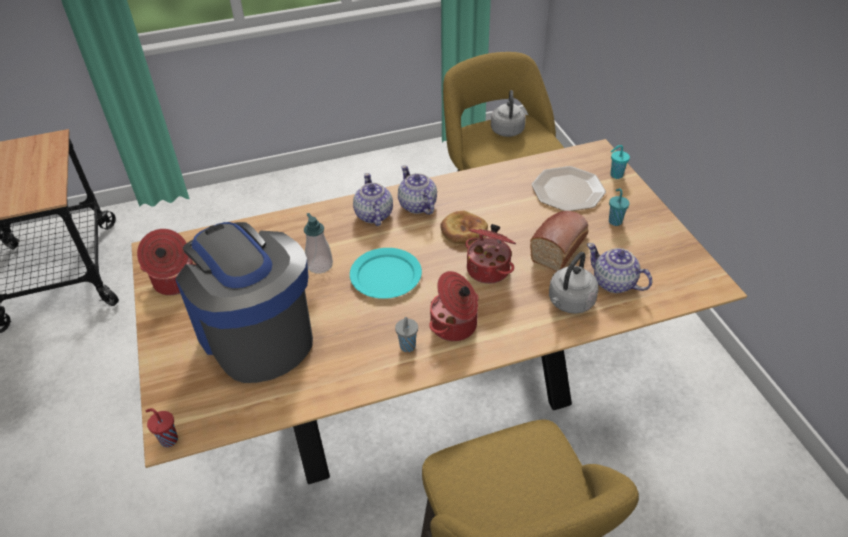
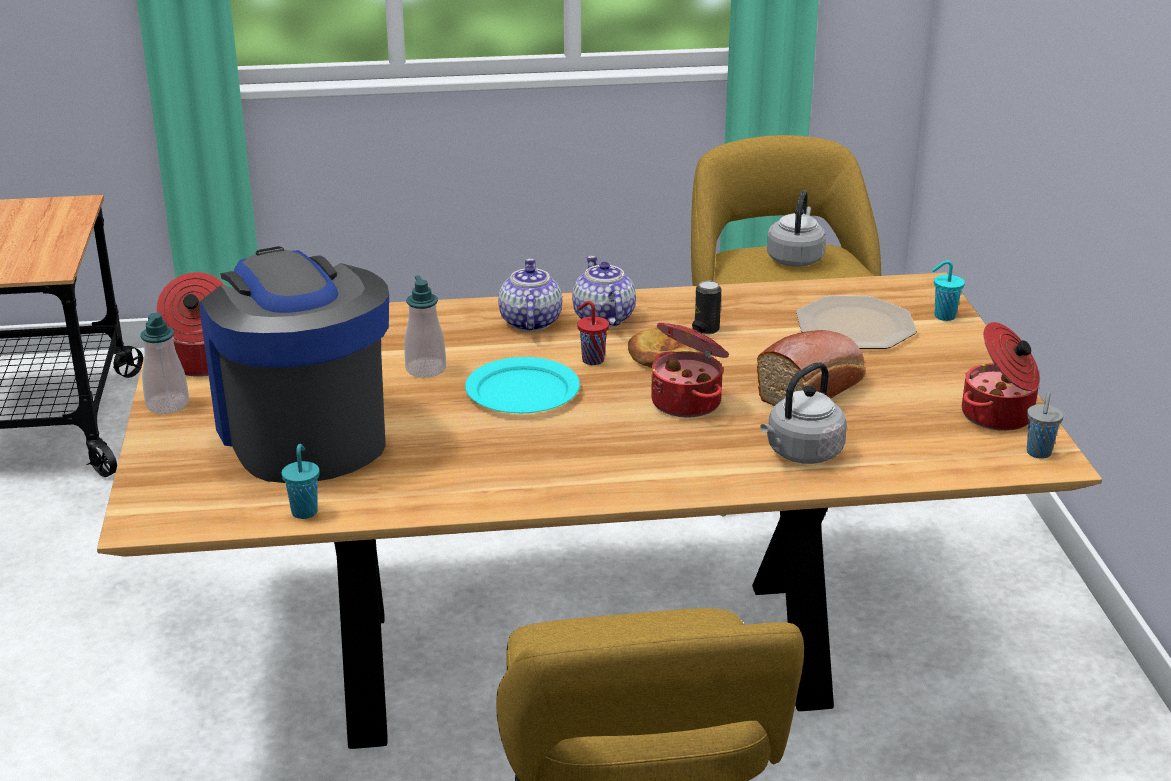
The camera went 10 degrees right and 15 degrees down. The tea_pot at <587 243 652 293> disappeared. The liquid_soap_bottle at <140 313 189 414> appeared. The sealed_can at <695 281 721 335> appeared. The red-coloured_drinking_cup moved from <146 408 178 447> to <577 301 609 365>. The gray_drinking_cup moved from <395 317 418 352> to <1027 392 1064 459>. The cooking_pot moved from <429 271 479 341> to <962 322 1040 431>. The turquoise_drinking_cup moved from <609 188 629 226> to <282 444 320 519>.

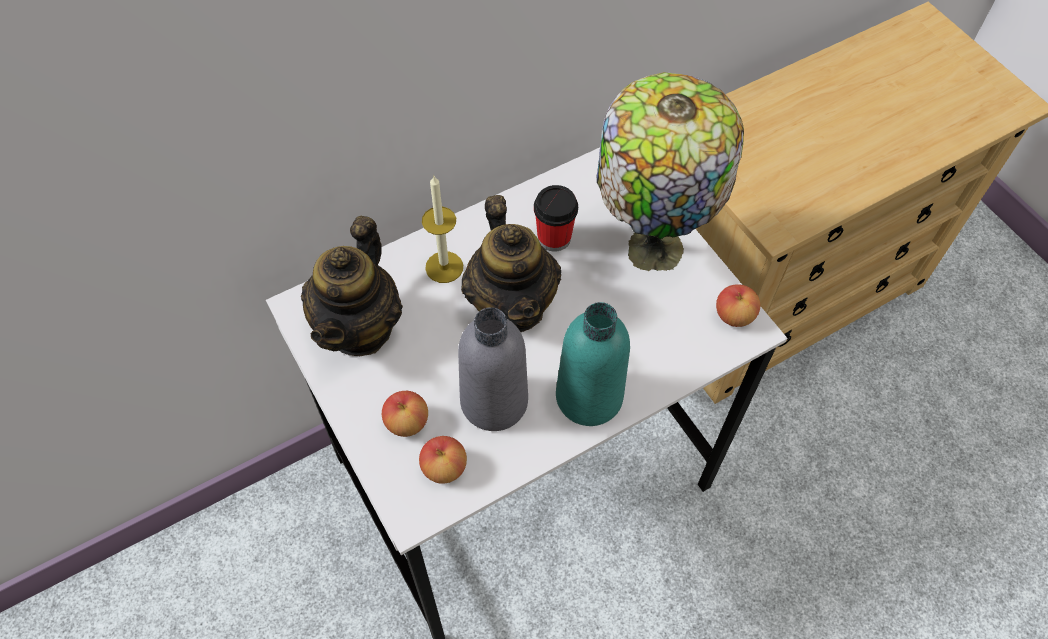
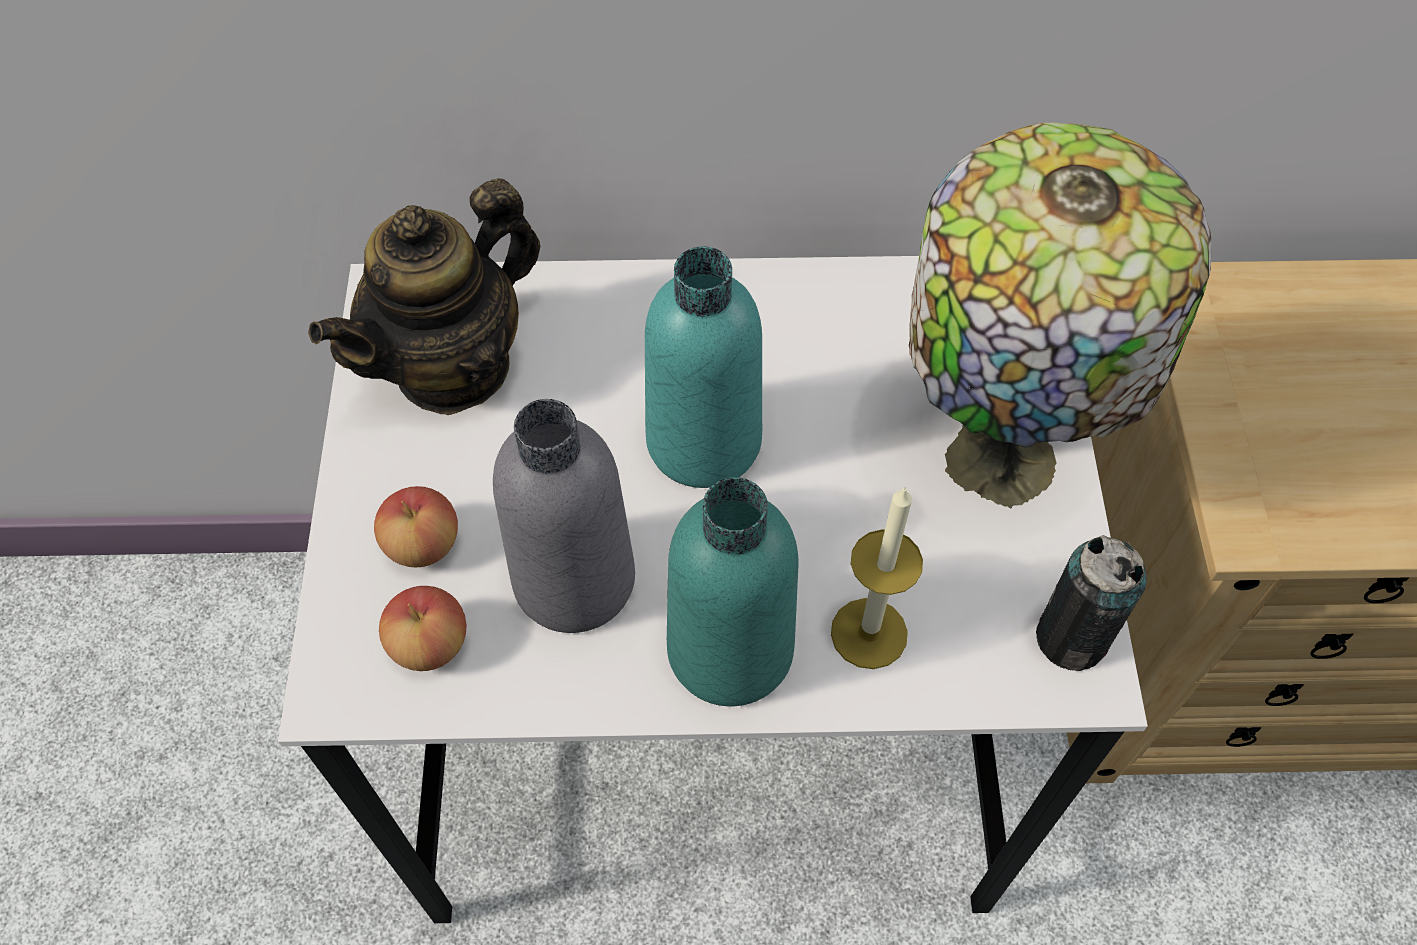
The camera went 30 degrees right and 0 degrees up. The drinking_cup at <534 185 578 252> disappeared. The candle moved from <422 176 463 283> to <831 486 923 669>. The tea_pot at <461 195 561 332> was replaced by the turquoise_beverage_bottle at <645 246 762 488>. The whole_apple at <716 284 760 327> was replaced by the sealed_can at <1036 535 1147 671>.

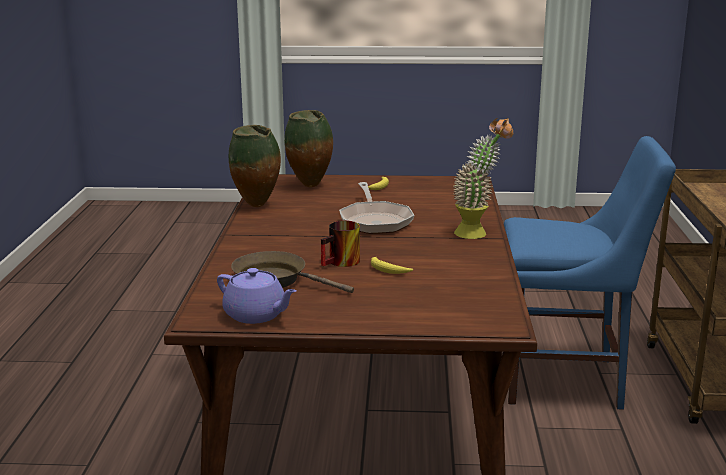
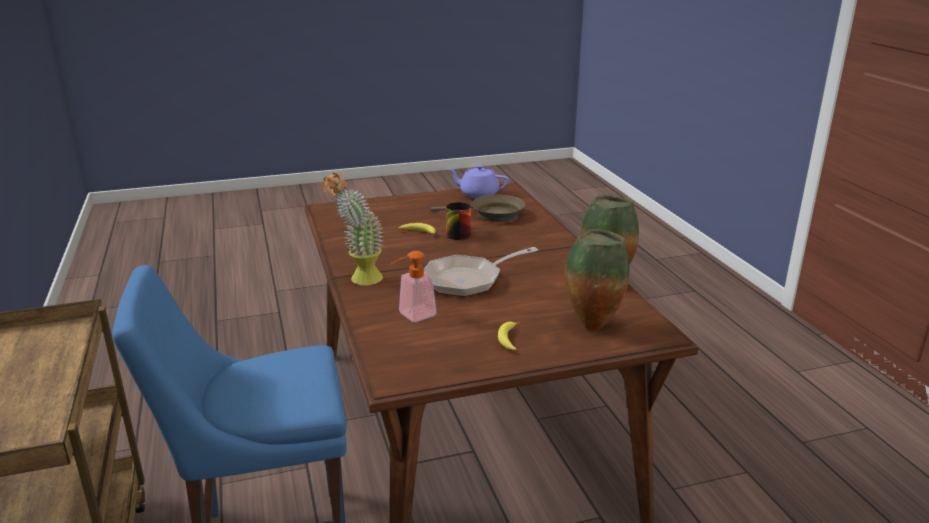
The camera went 160 degrees right and 5 degrees up. The liquid_soap_bottle at <391 251 437 322> appeared. The skillet at <339 182 414 234> turned 90 degrees counterclockwise.

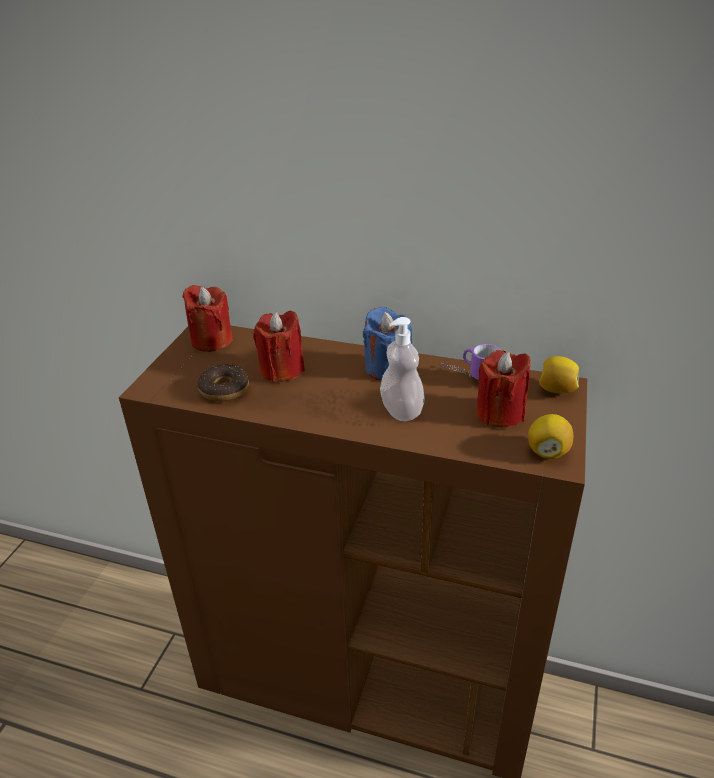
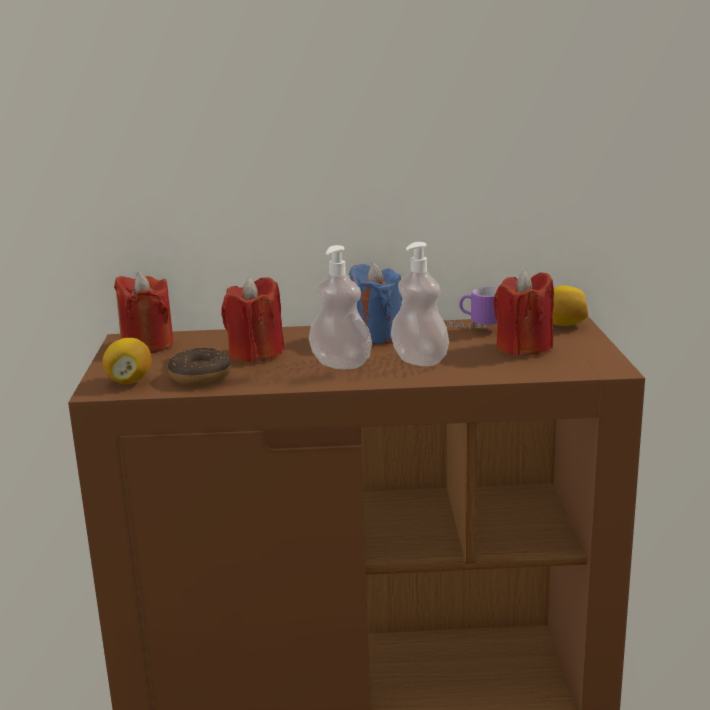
The camera went 20 degrees left and 15 degrees down. The liquid_soap_bottle at <309 245 372 369> appeared. The whole_lemon moved from <528 414 573 459> to <102 338 152 384>.

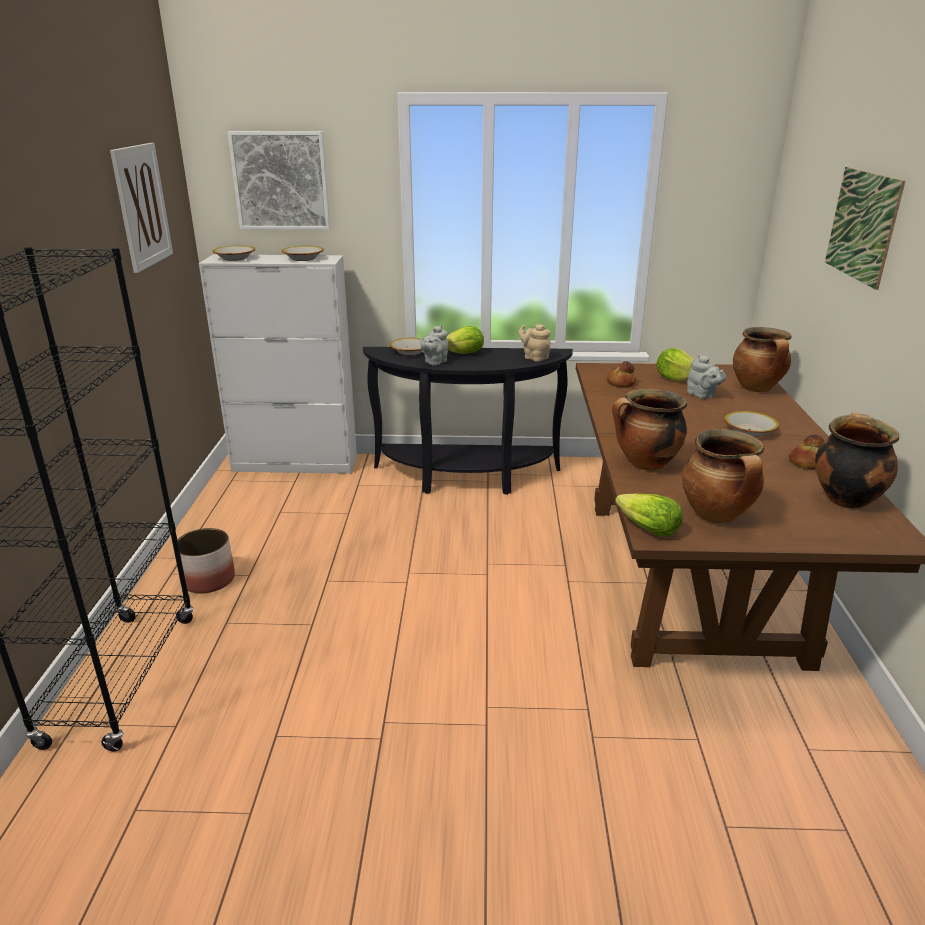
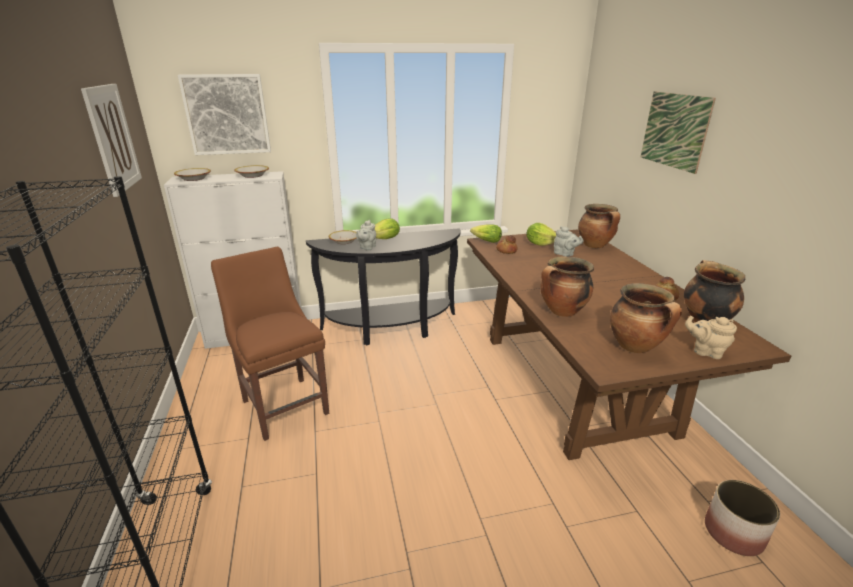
The camera went 15 degrees left and 0 degrees up. The deep_dish at <724 411 779 437> disappeared. The brownish_upright_chair at <211 247 329 441> appeared. The plant_pot moved from <177 528 235 594> to <705 480 780 556>. The sand-coloured_tea_pot moved from <518 324 550 362> to <685 316 737 359>. The head_of_lettuce moved from <615 494 683 536> to <470 224 502 243>.

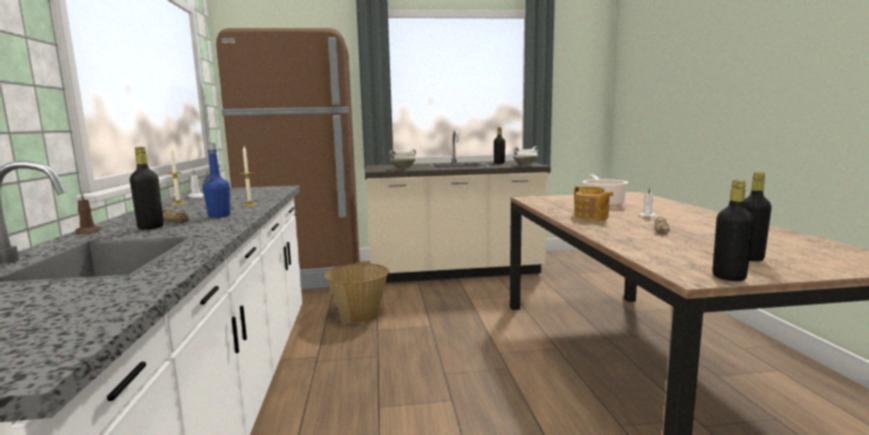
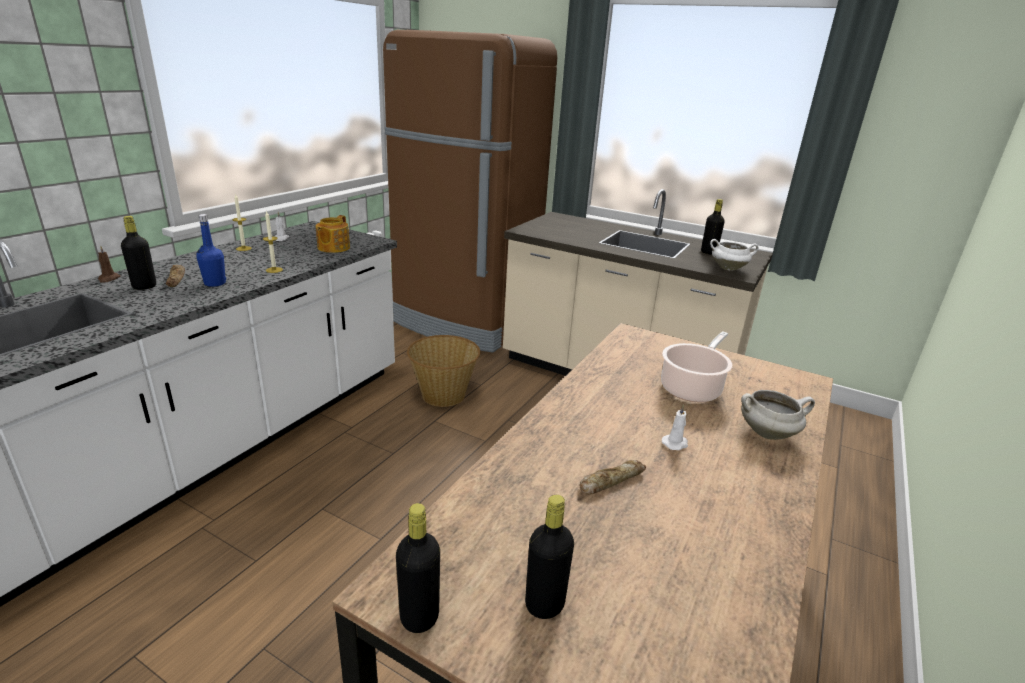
The camera went 35 degrees right and 15 degrees up. The whitish_cooking_pot moved from <390 149 416 169> to <741 390 815 440>. The tea_pot moved from <574 186 613 221> to <316 215 350 253>.

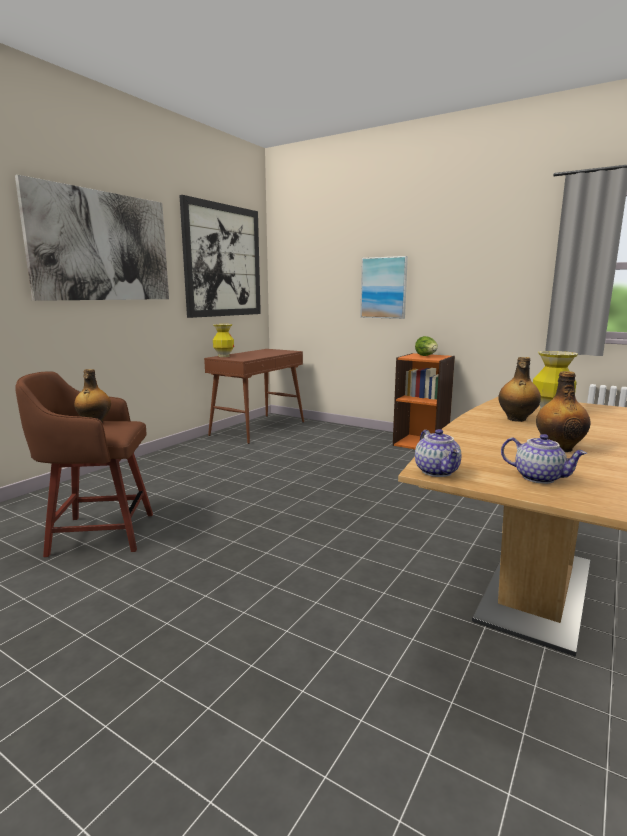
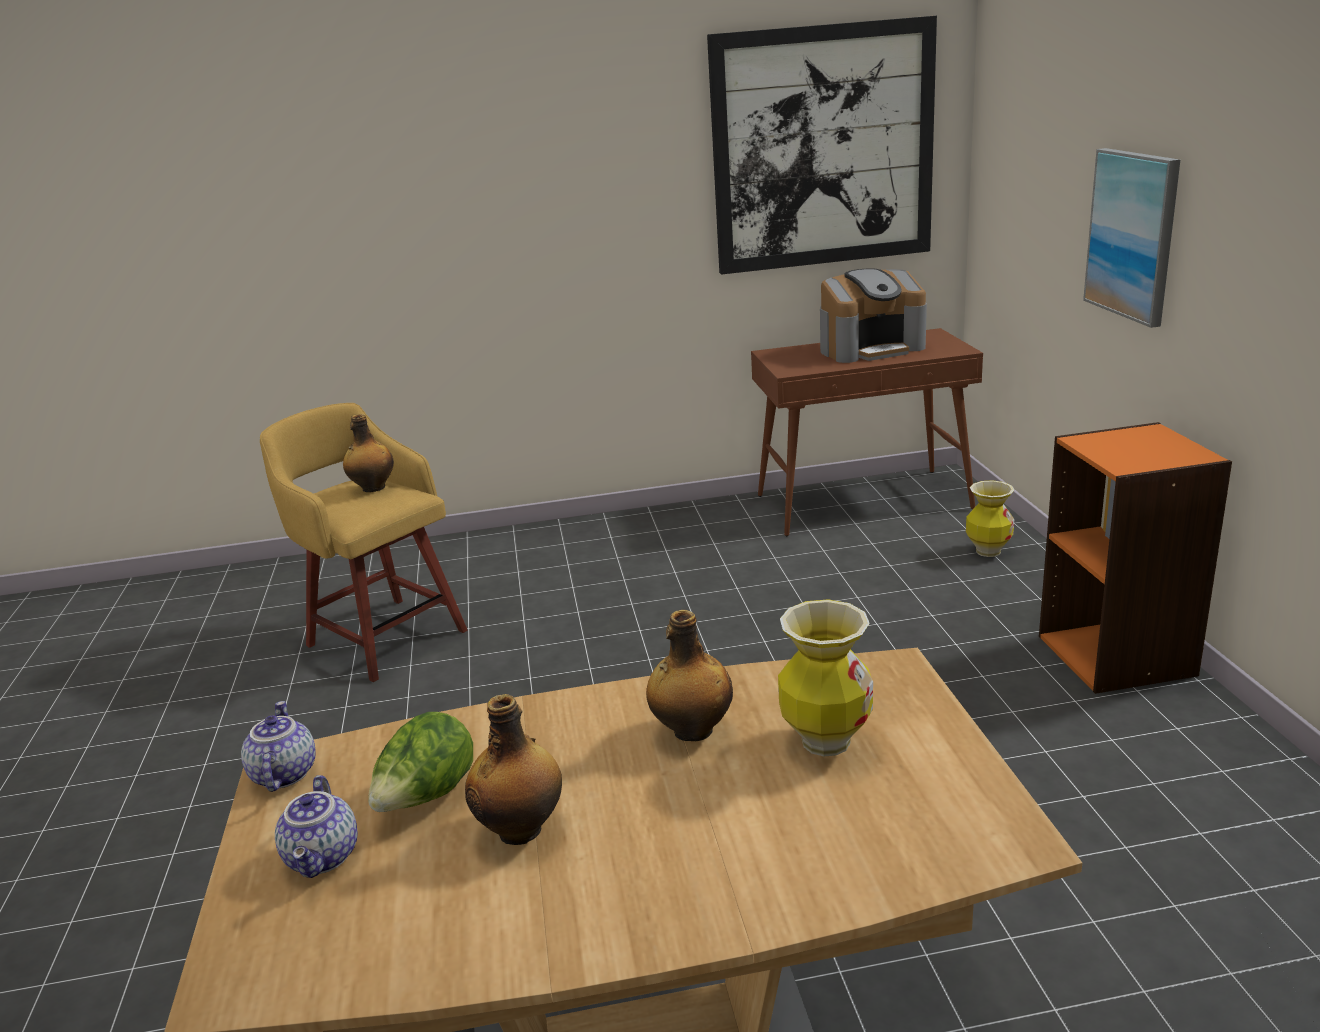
The camera went 50 degrees right and 10 degrees up. The wall_art at <15 175 169 301> disappeared. The coffee_brewer at <820 268 927 363> appeared. The flower_vase moved from <213 324 234 357> to <966 480 1014 557>. The head_of_lettuce moved from <415 336 438 356> to <368 712 473 812>. The brownish_stool at <16 371 153 557> became the yellow-coloured_stool at <260 403 468 682>. The tea_pot at <415 429 461 477> turned 135 degrees clockwise.

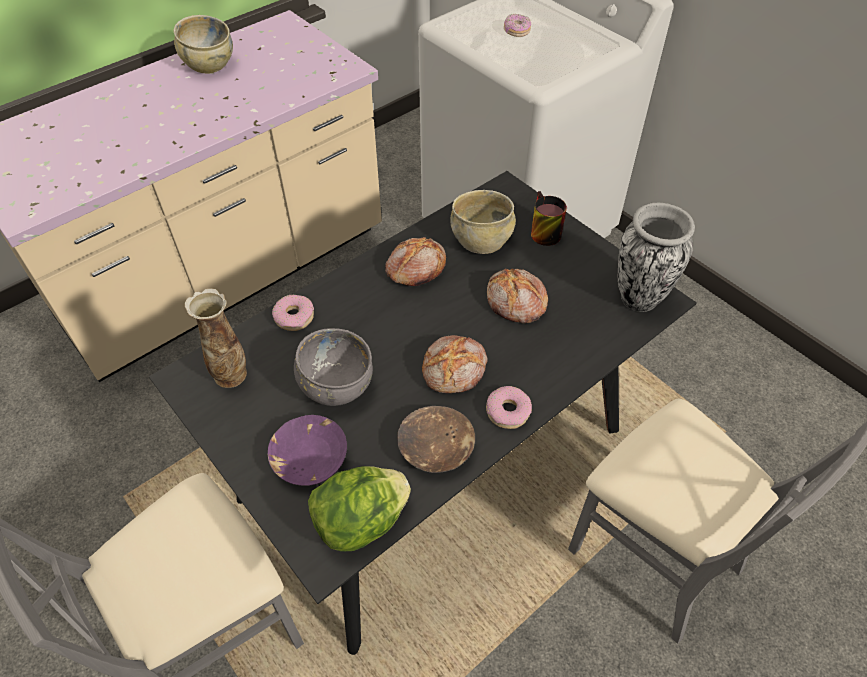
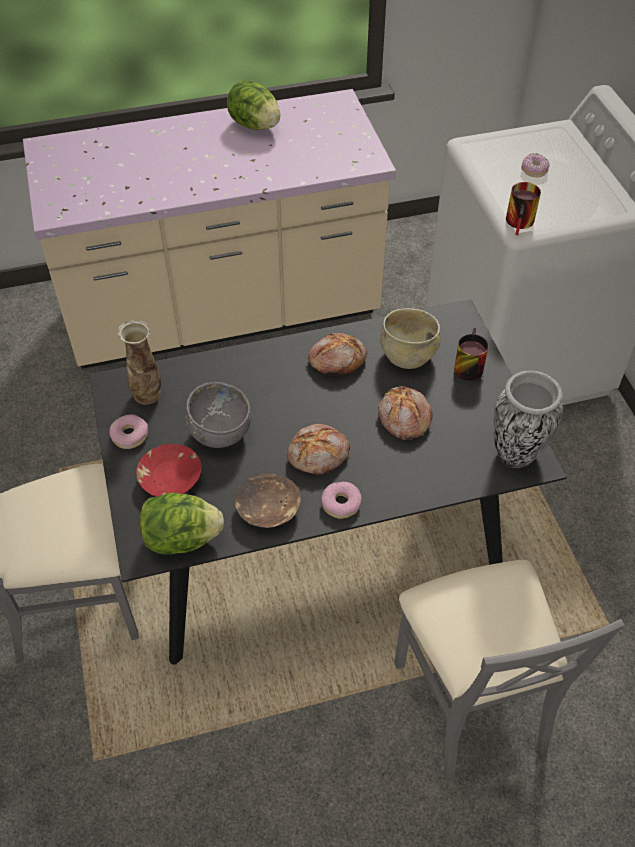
The camera went 25 degrees right and 0 degrees up. The mug at <506 182 541 235> appeared. The doughnut moved from <272 295 314 331> to <109 414 148 449>. The sand-coloured_deep_dish at <174 15 233 74> was replaced by the head_of_lettuce at <227 80 280 130>. The purplish_deep_dish at <268 415 347 486> became the red-coloured_deep_dish at <136 444 201 497>.

